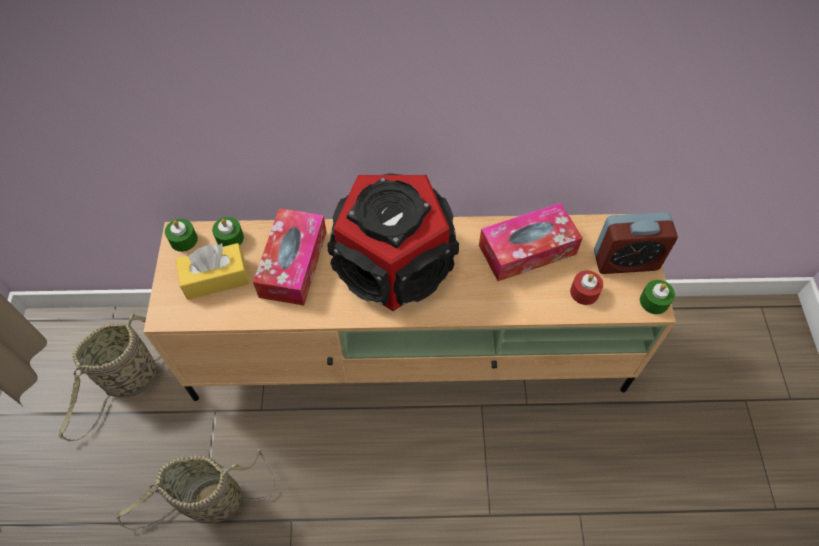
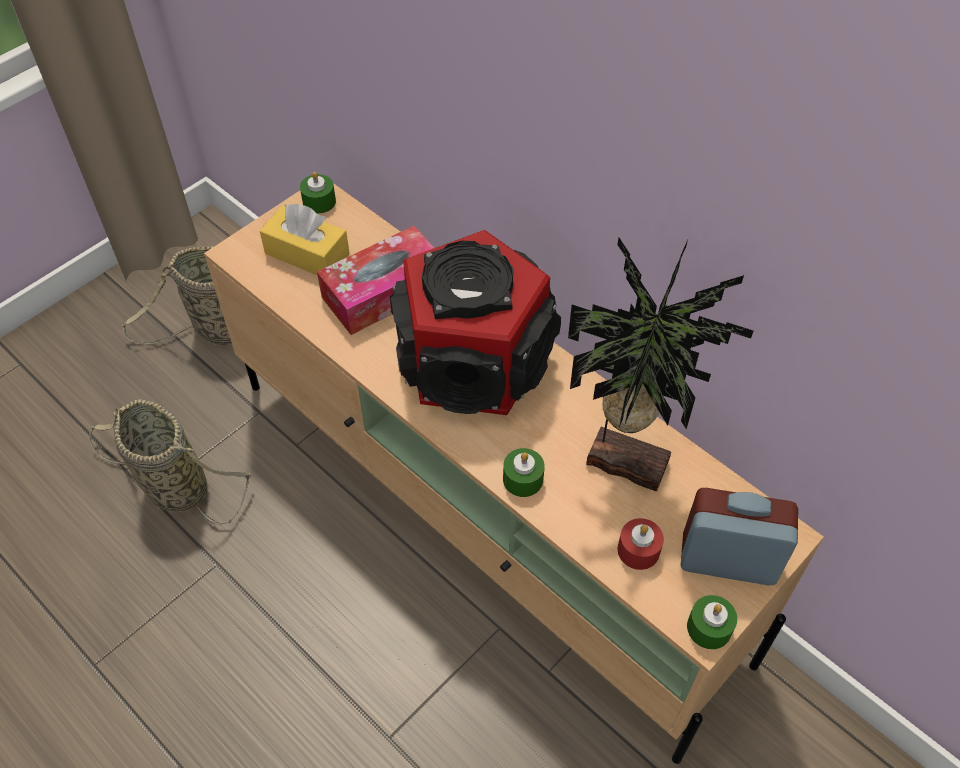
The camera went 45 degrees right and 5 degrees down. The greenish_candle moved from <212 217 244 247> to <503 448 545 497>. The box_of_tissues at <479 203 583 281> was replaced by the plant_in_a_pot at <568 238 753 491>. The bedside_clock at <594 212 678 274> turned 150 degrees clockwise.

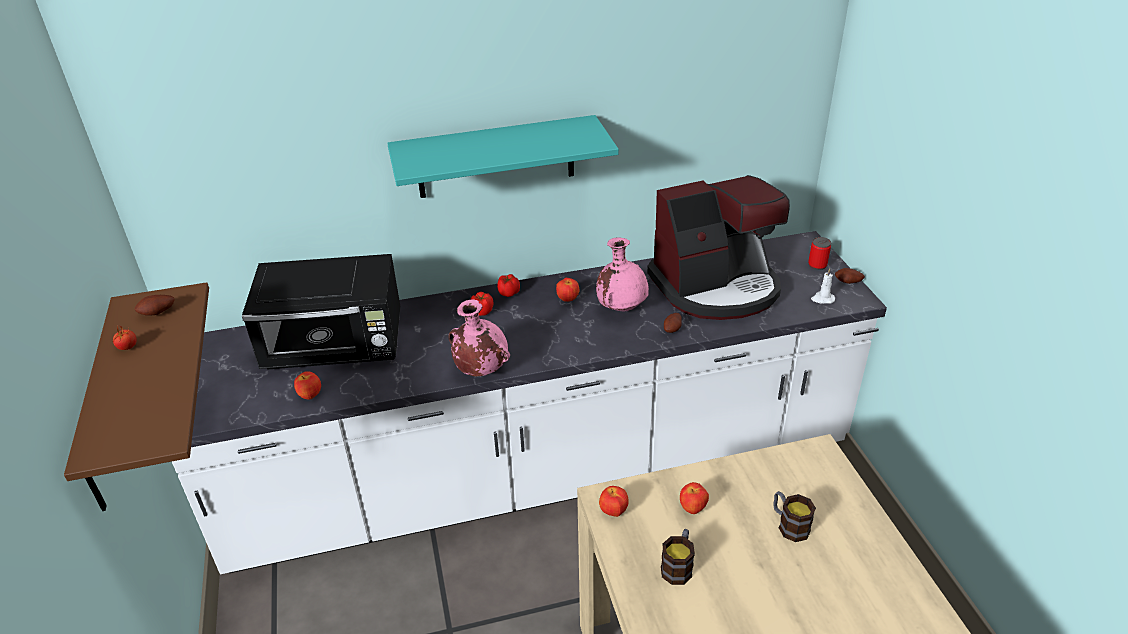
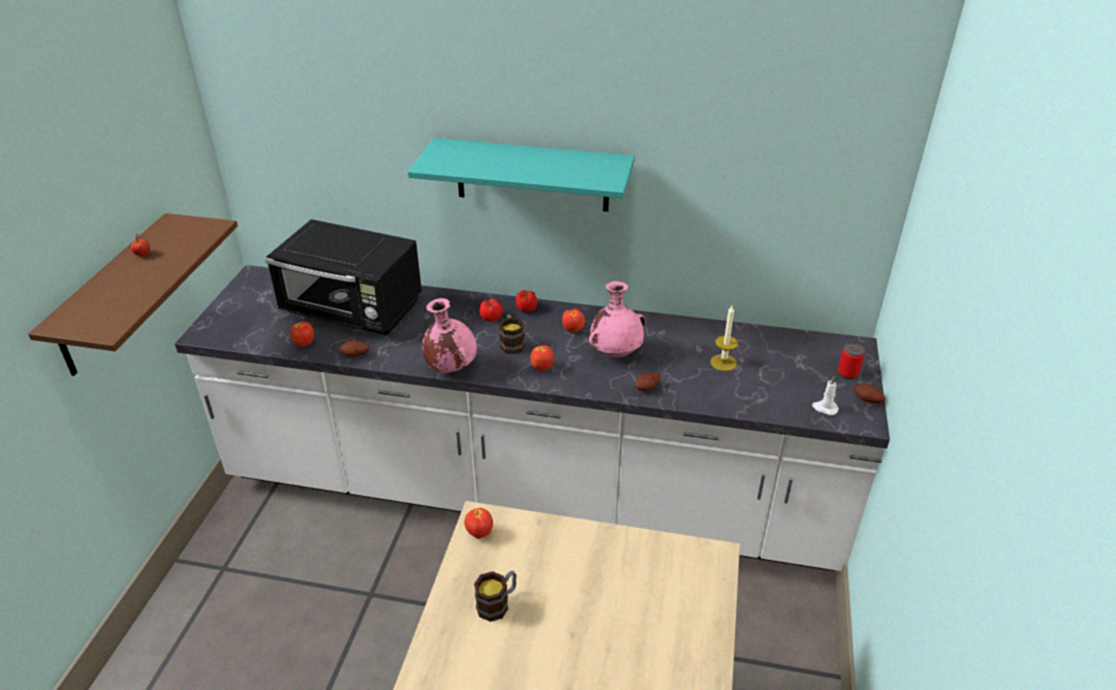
The camera went 25 degrees right and 0 degrees up. The spud moved from <135 295 175 316> to <339 341 370 357>. The whole_apple moved from <680 482 709 514> to <530 345 554 371>. The mug moved from <773 491 816 542> to <499 314 525 354>. The coffee_brewer at <647 175 790 320> was replaced by the candle at <710 306 738 371>.

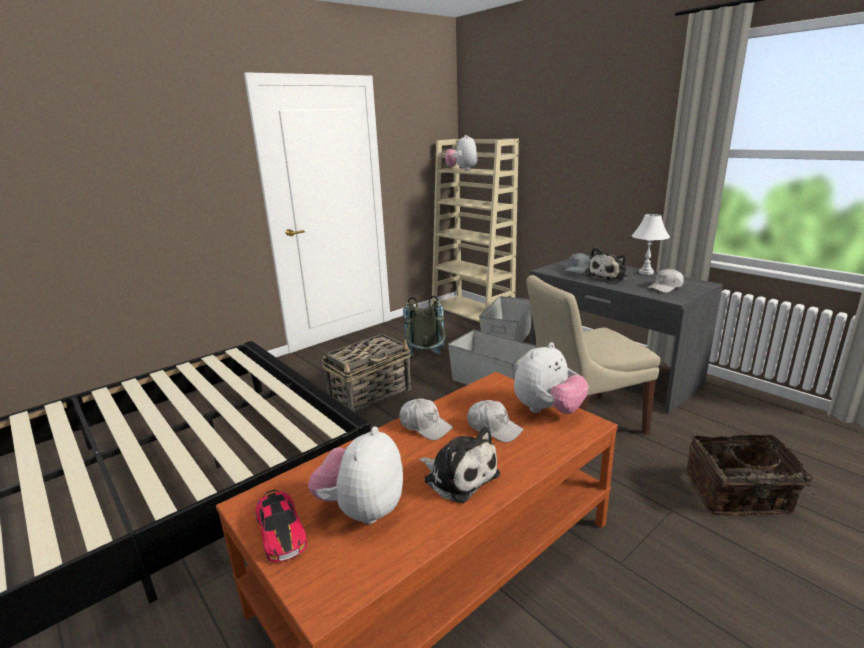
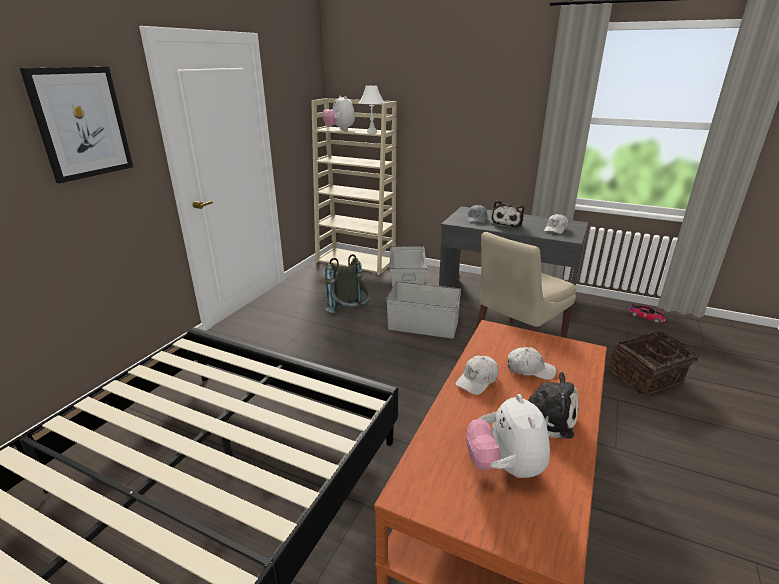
The camera went 25 degrees left and 5 degrees up. The basket at <322 334 411 413> disappeared. The soft_toy at <514 342 588 414> disappeared. The wall_art at <20 67 133 183> appeared. The model_car moved from <255 490 307 562> to <629 304 666 323>. The whitish_table_lamp moved from <632 214 670 275> to <359 85 385 133>. The whitish_peaked_cap at <399 399 453 440> turned 120 degrees clockwise.

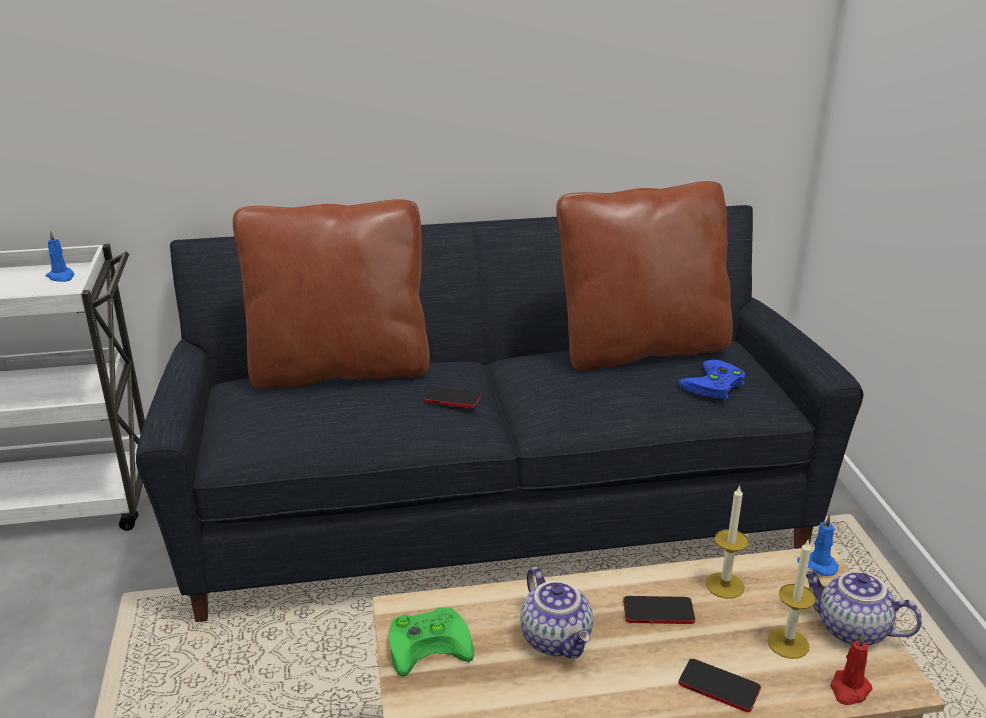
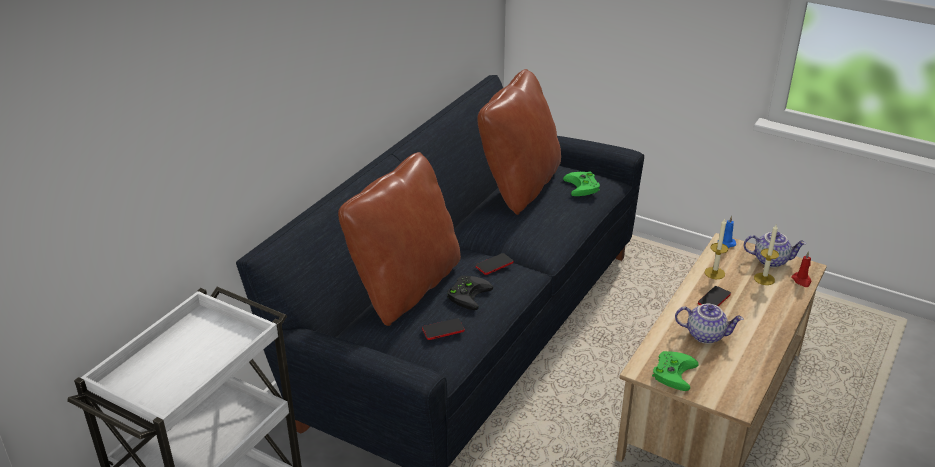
The camera went 50 degrees left and 5 degrees up. The bluish_candle at <45 230 74 282> disappeared. The blackish_game_controller at <447 276 493 310> appeared. The handset moved from <678 659 761 712> to <422 318 465 340>. The bluish_game_controller at <679 360 745 399> became the greenish_game_controller at <563 171 600 196>. The tea_pot at <806 568 922 646> turned 150 degrees counterclockwise.

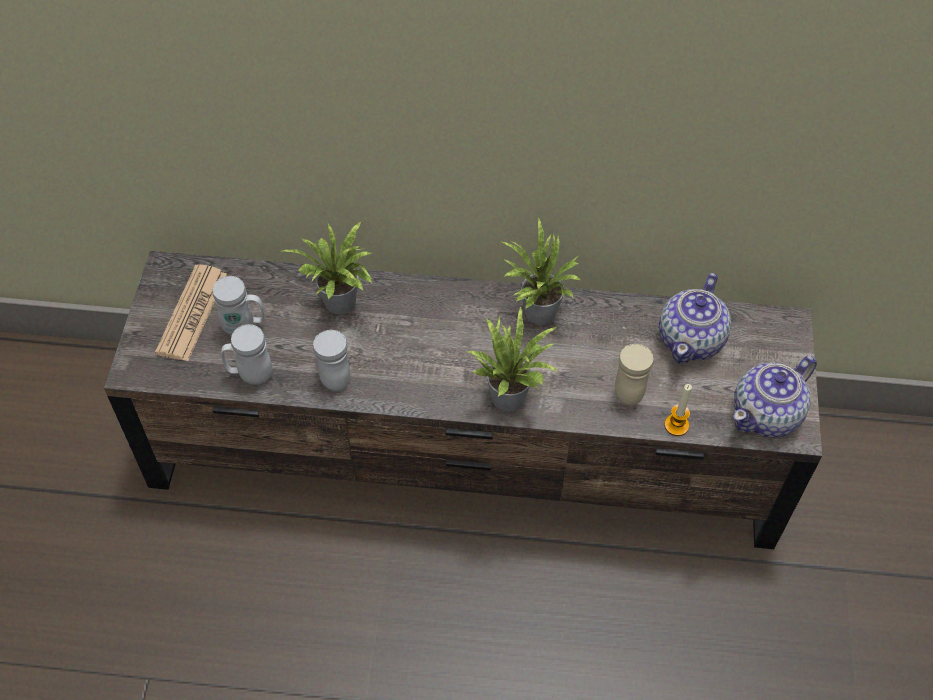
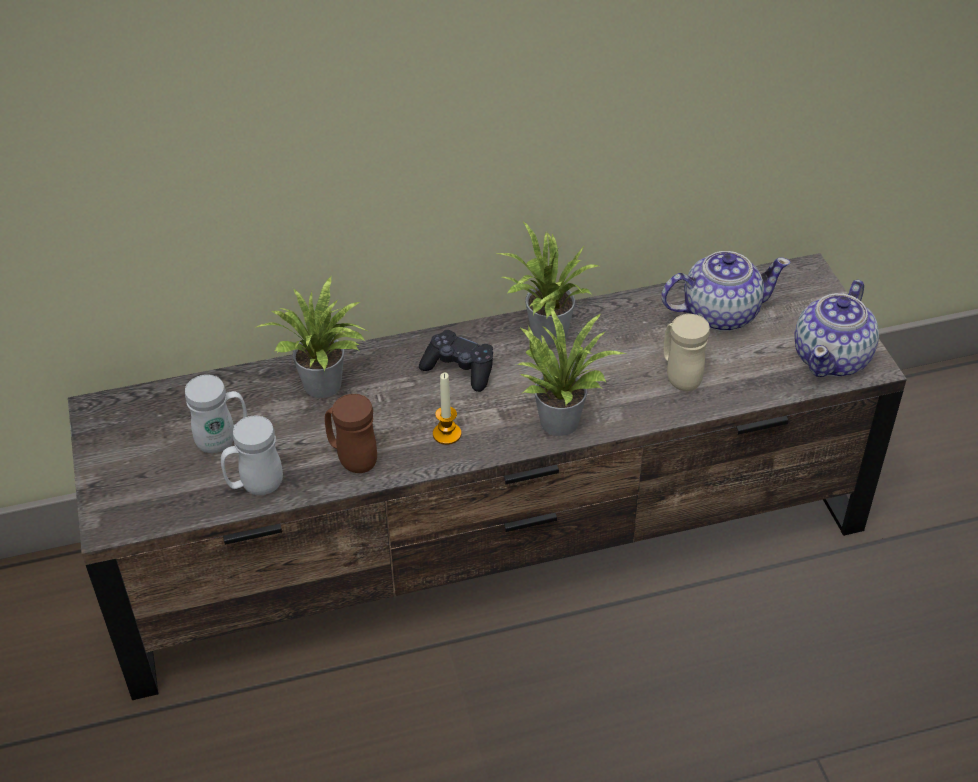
The camera went 20 degrees left and 10 degrees down. The newspaper at <155 265 227 361> disappeared. The blackish_game_controller at <419 330 493 392> appeared. The candle moved from <664 384 692 436> to <433 373 461 445>. The whitish_mug at <313 330 350 391> became the brownish_mug at <325 394 377 473>. The tea_pot at <659 273 731 364> turned 105 degrees counterclockwise.

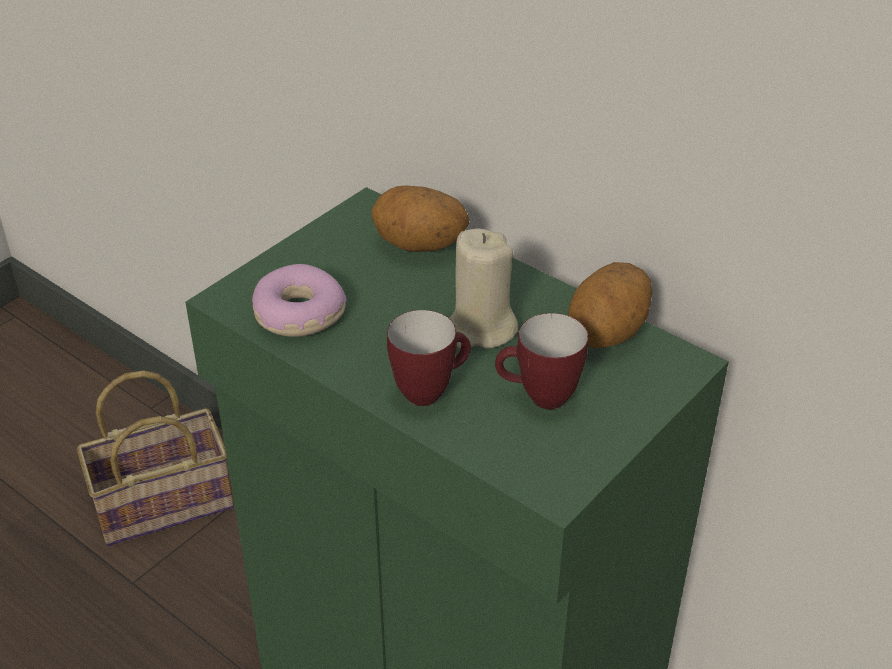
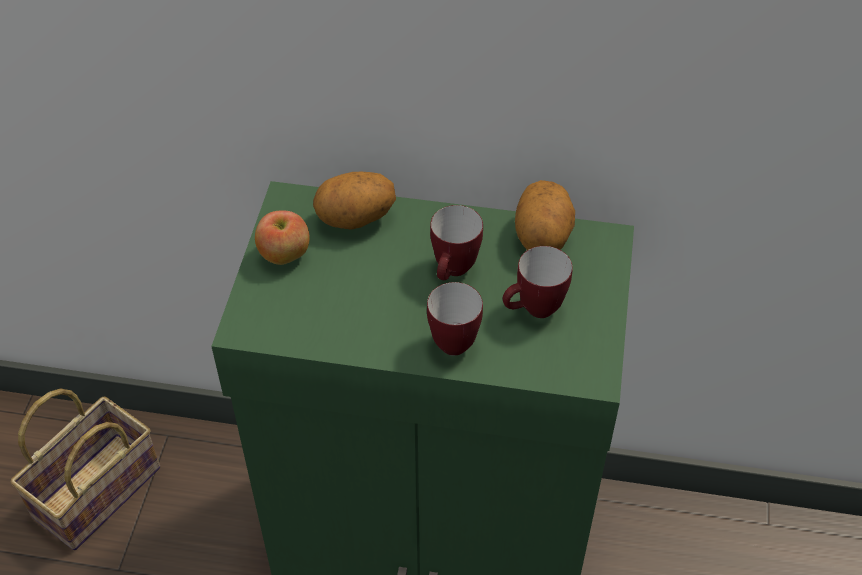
The camera went 30 degrees left and 10 degrees up. The doughnut at <252 264 346 337> disappeared. The whole_apple at <255 210 310 265> appeared. The sand-coloured_candle at <449 229 518 349> was replaced by the mug at <430 205 483 280>.

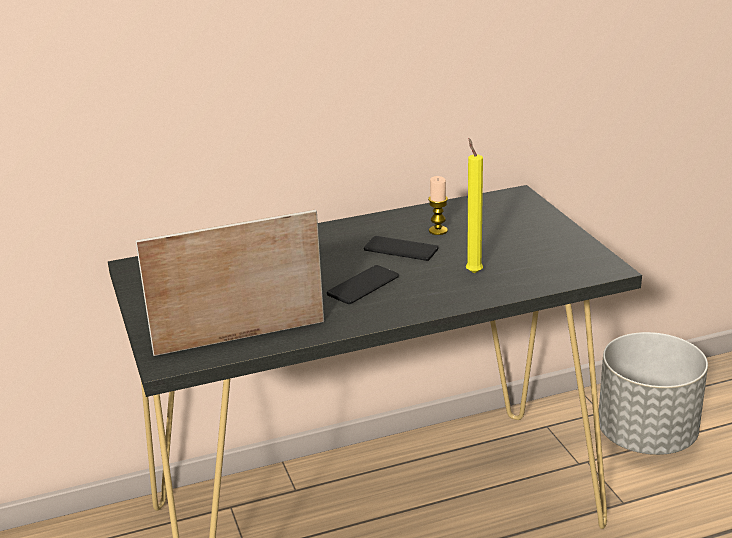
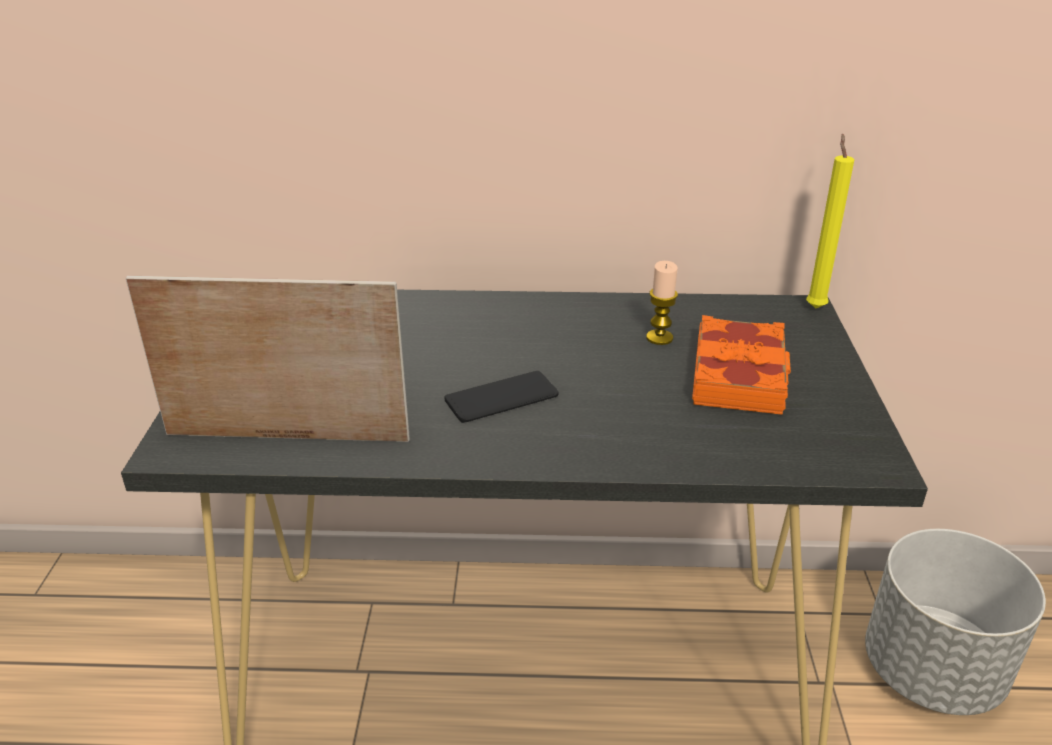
The camera went 20 degrees right and 5 degrees up. The handset at <364 236 439 261> disappeared. The orange-coloured_bound_book at <692 315 791 415> appeared. The yellow-coloured_candle moved from <466 138 483 274> to <806 134 854 309>.

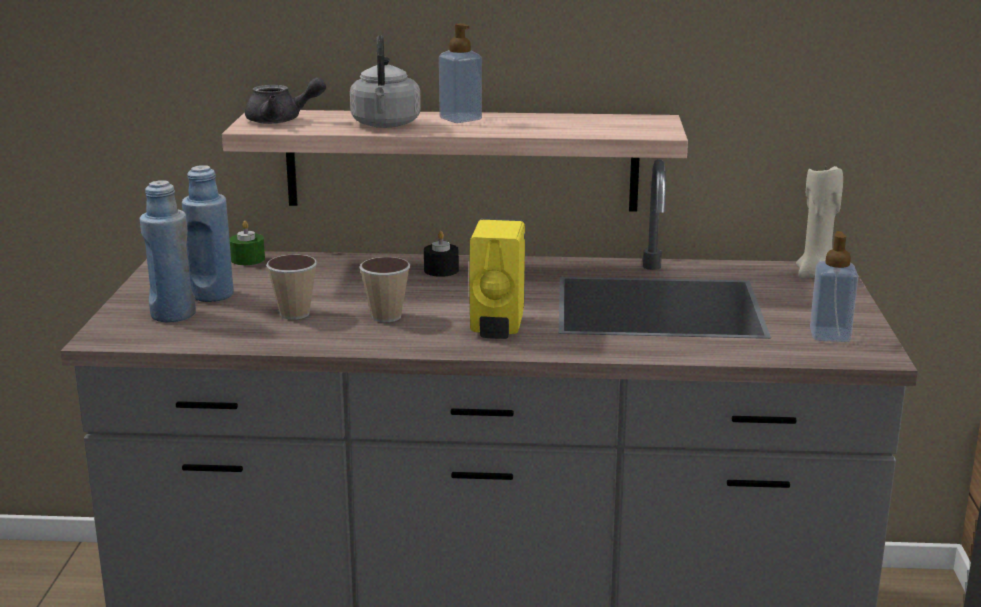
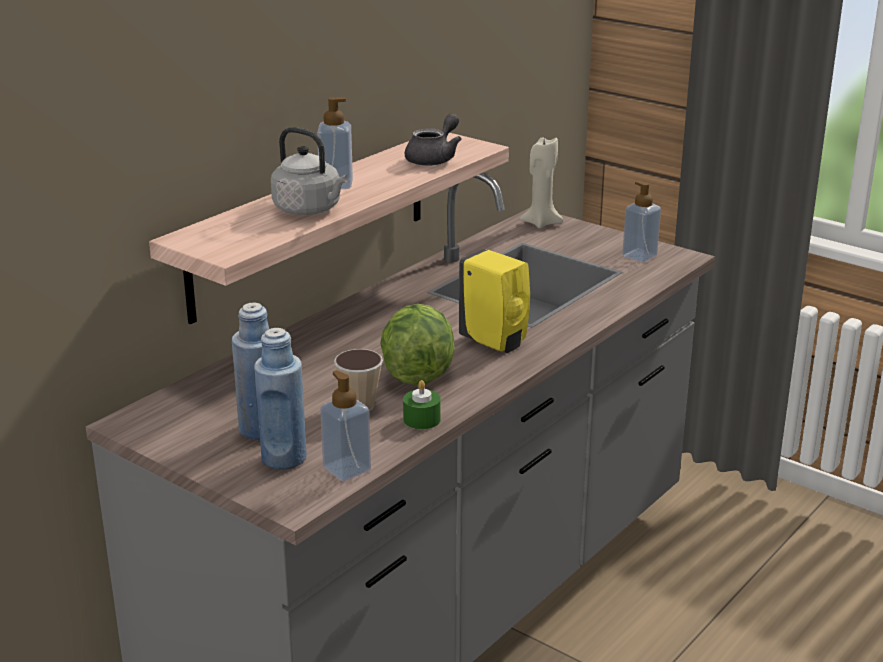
The camera went 55 degrees left and 5 degrees up. The blackish_candle at <424 231 459 277> disappeared. The liquid_soap_bottle at <320 370 371 481> appeared. The greenish_candle moved from <230 221 265 265> to <403 380 441 429>. The gray_tea_pot moved from <245 77 326 124> to <405 113 462 166>. The drinking_cup at <359 257 410 322> was replaced by the head_of_lettuce at <380 304 455 385>.

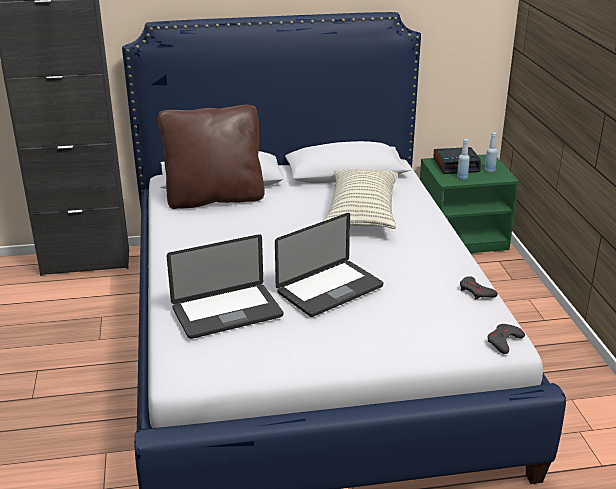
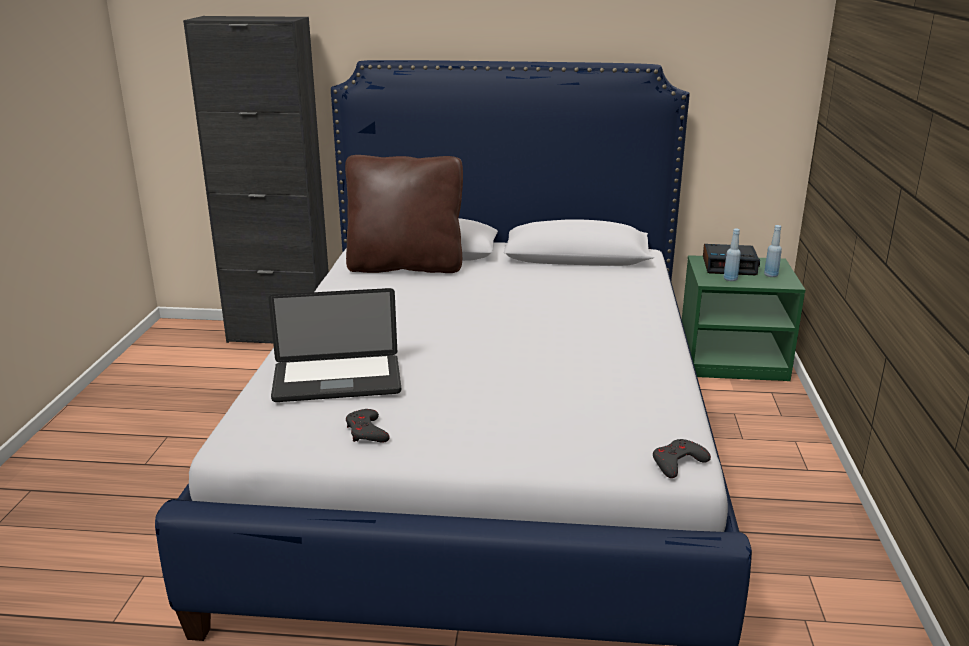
The camera went 15 degrees right and 5 degrees down. The portable_computer at <275 213 383 317> disappeared. The cushion at <324 169 398 229> disappeared. The gray_game_controller moved from <460 276 498 300> to <346 409 390 443>.

